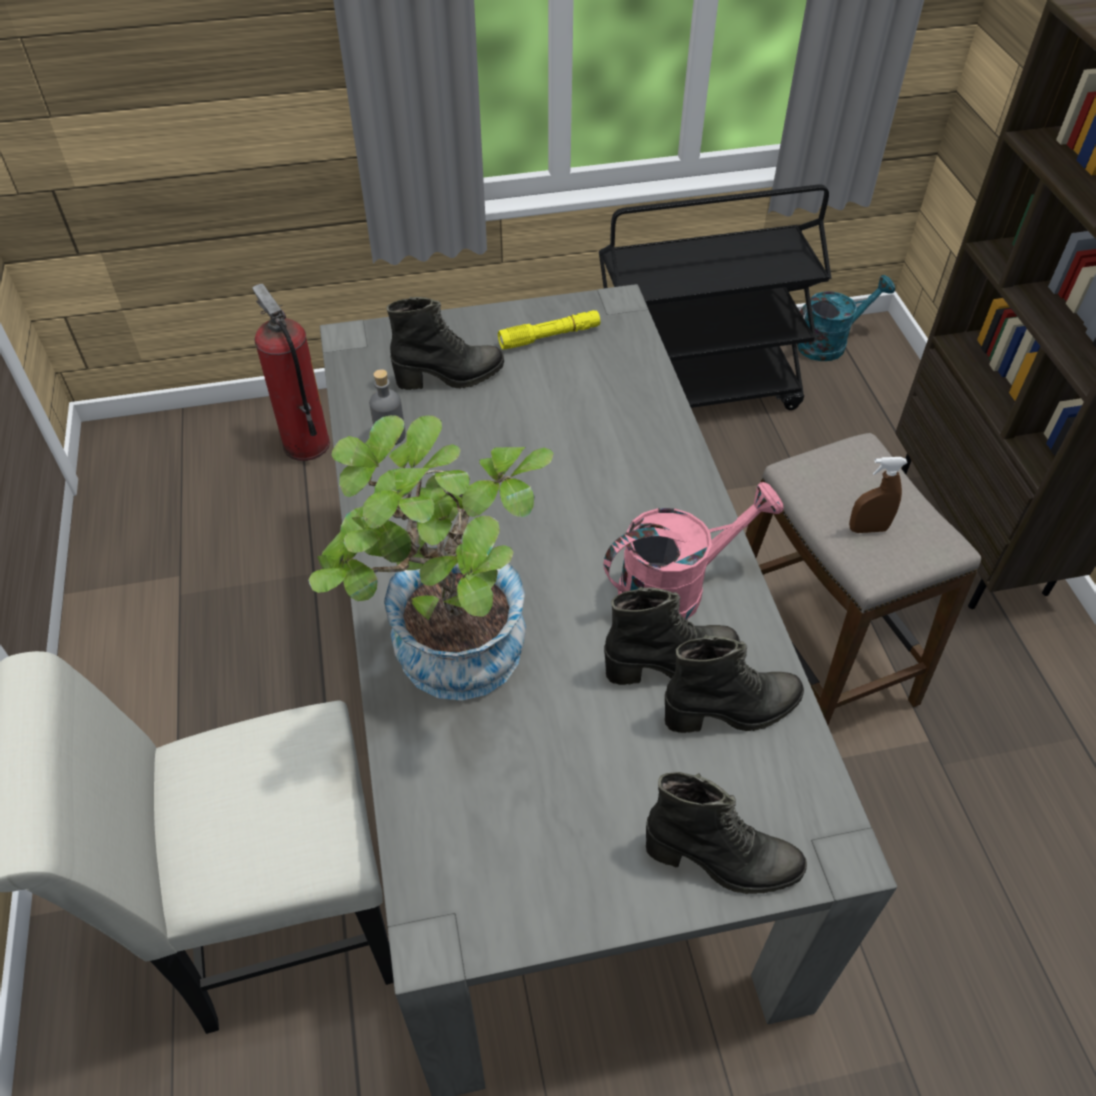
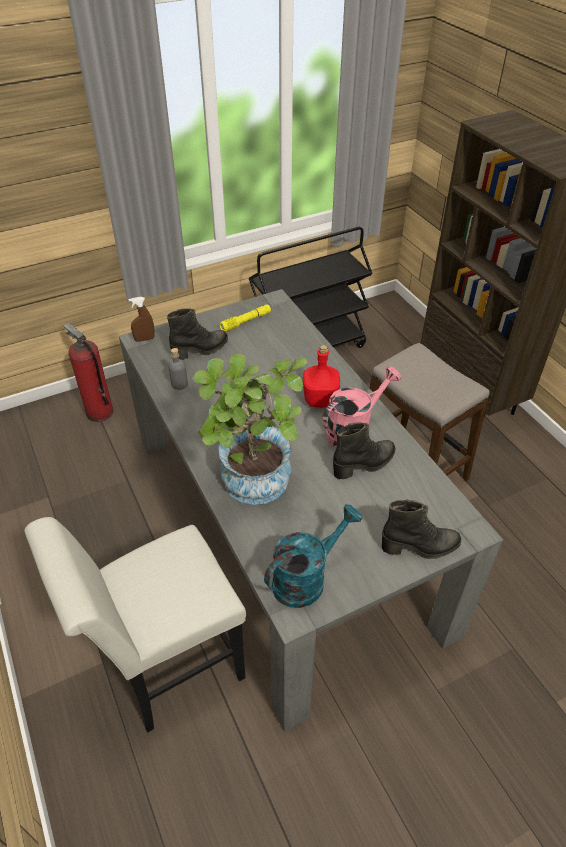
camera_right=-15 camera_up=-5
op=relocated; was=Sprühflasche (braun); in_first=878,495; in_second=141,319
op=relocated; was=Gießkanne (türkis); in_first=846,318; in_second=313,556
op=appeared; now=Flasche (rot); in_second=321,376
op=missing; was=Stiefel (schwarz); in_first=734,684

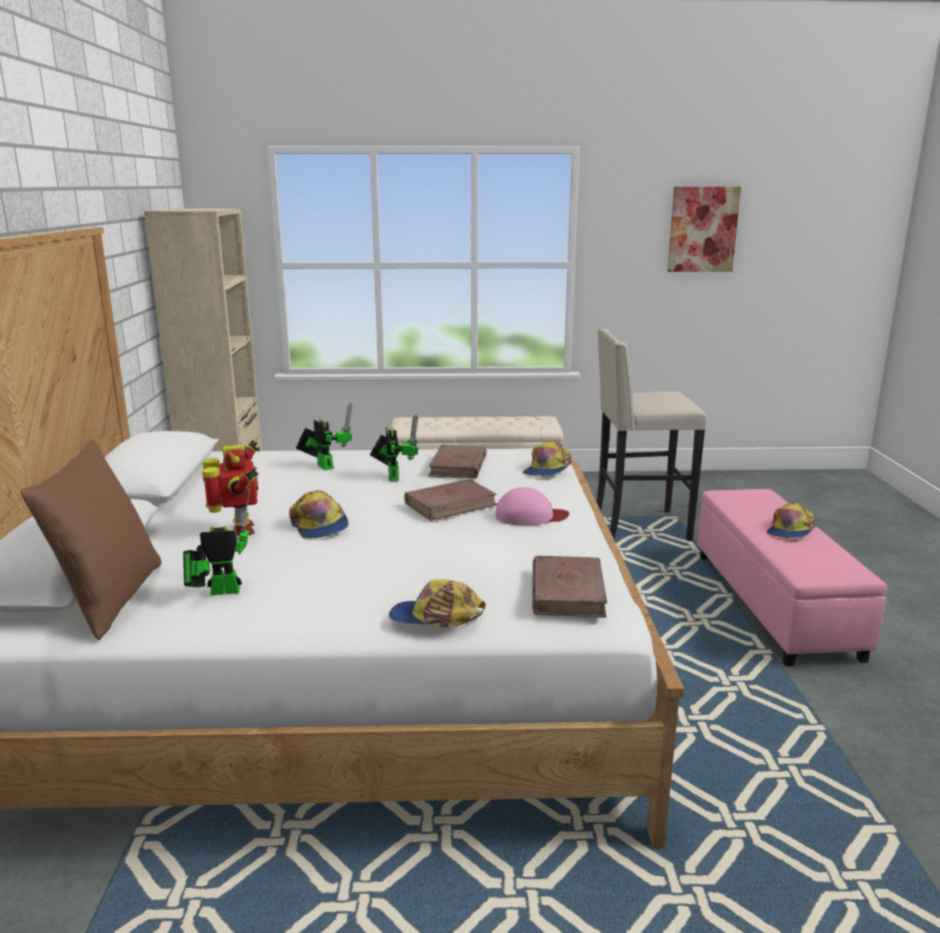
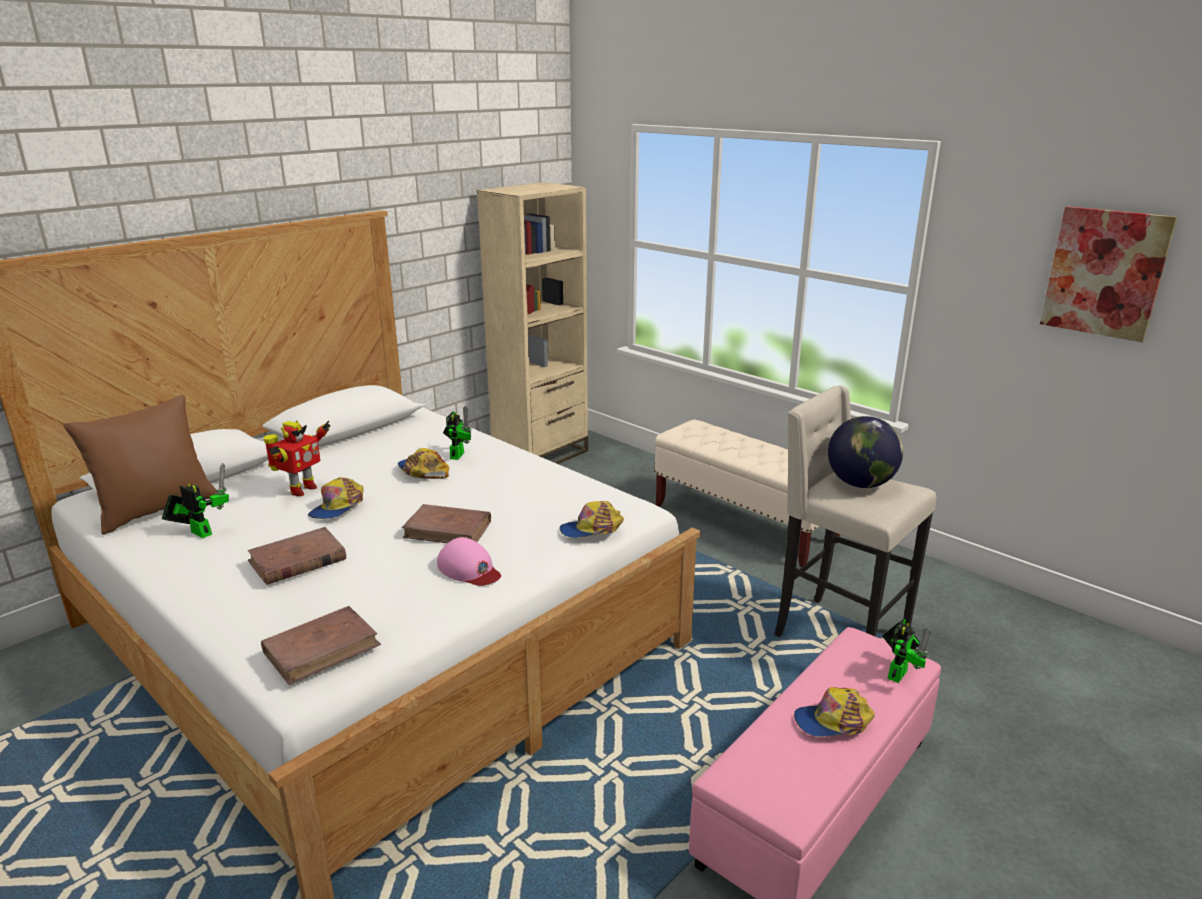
camera_right=45 camera_up=5
op=relocated; was=Buch (braun); in_first=457,462; in_second=297,556
op=relocated; was=Kappe; in_first=437,603; in_second=423,463
op=appeared; now=Globus; in_second=865,452
op=relocated; was=Spielzeugroboter; in_first=394,447; in_second=906,651

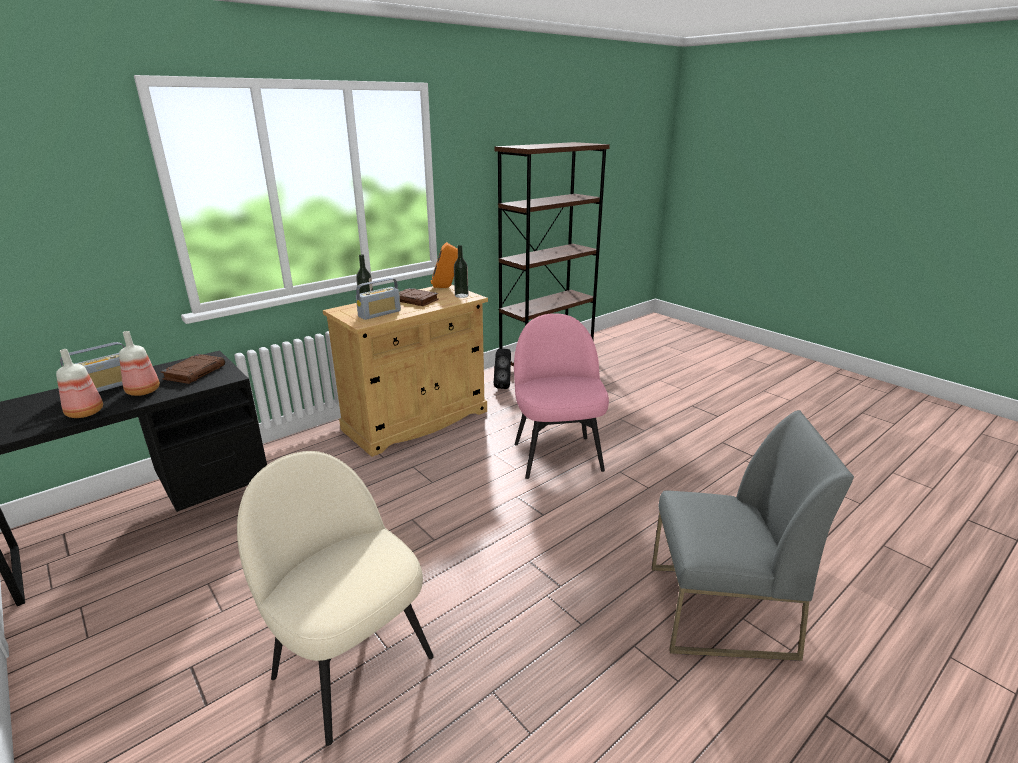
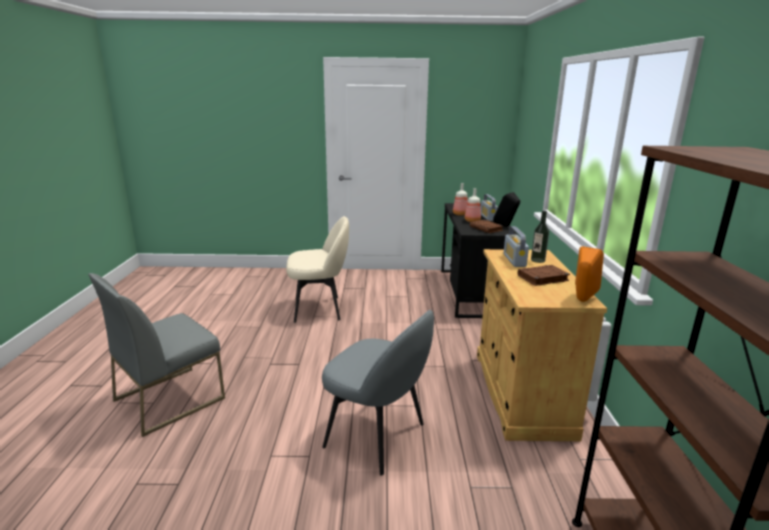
camera_right=130 camera_up=-5
op=colour; was=Stuhl (rosa); now=Stuhl (grau); in_first=561,396; in_second=378,392
op=relocated; was=Lautsprecher (schwarz); in_first=502,369; in_second=506,209
op=missing; was=Flasche; in_first=461,271

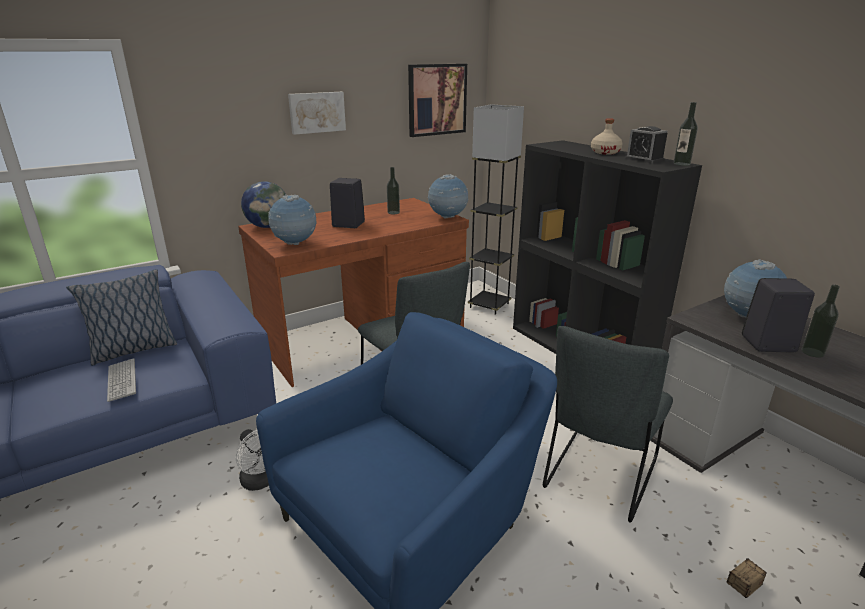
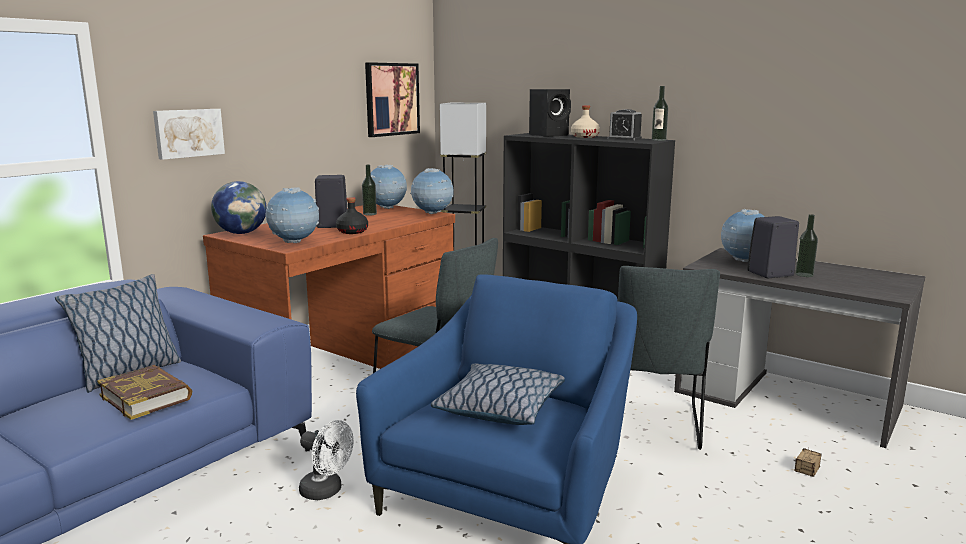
camera_right=-20 camera_up=-10
op=exchanged; was=Tastatur; now=Buch; in_first=121,380; in_second=144,392
op=relocated; was=Bild; in_first=317,113; in_second=189,134
op=appeared; now=Flasche (schwarz); in_second=352,215
op=appeared; now=Globus; in_second=389,187
op=appeared; now=Kissen; in_second=498,394
op=appeared; now=Lautsprecher (schwarz); in_second=550,113

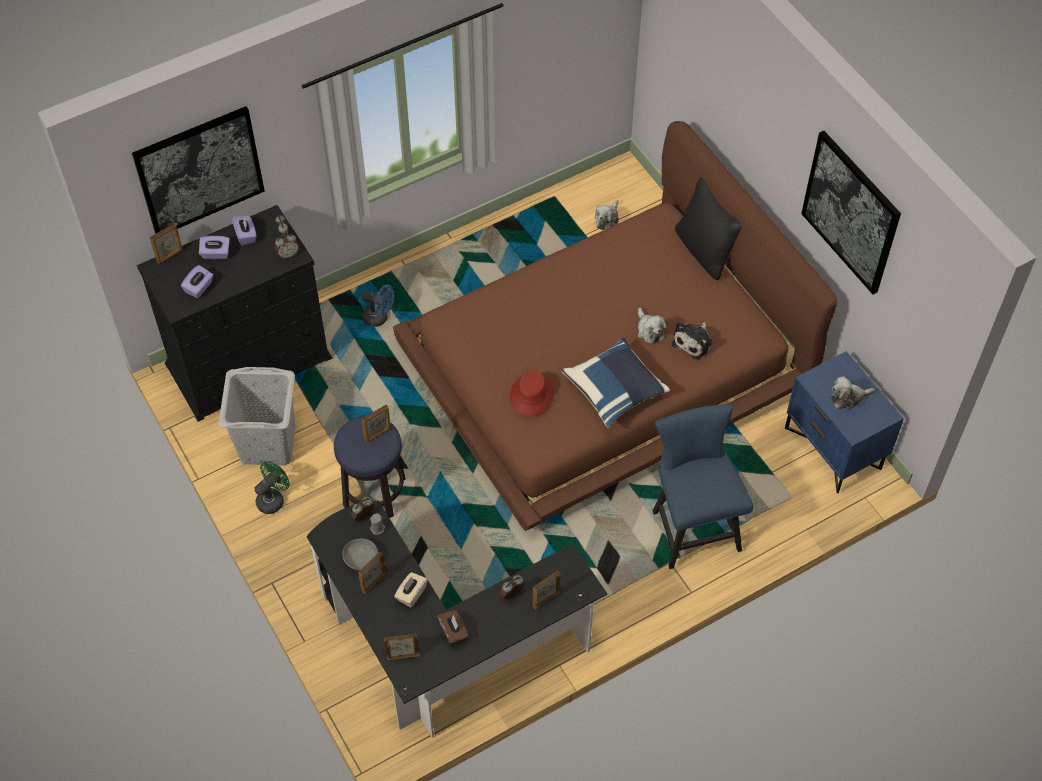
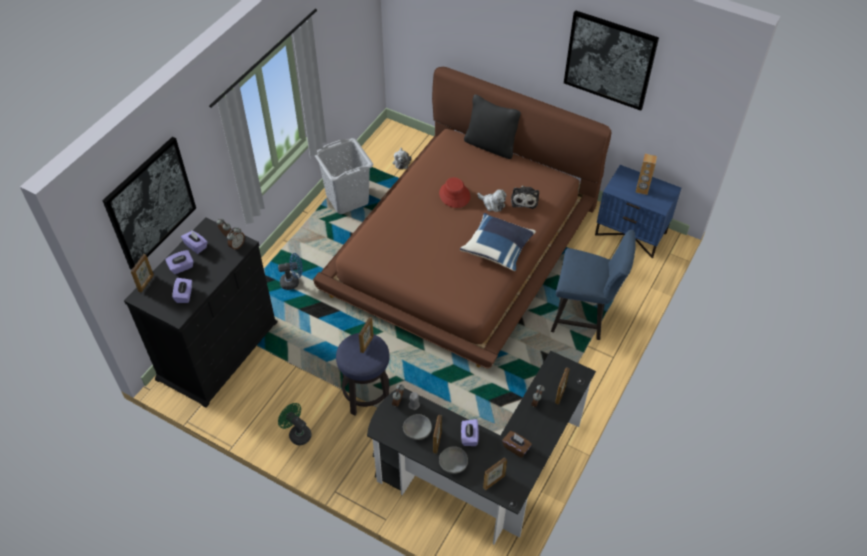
camera_right=-30 camera_up=-5
op=spun; was=Ventilator (grün); in_first=272,487; in_second=295,424; clockwise=-60
op=relocated; was=Wäschekorb (grau); in_first=257,416; in_second=343,176
op=relocated; was=Hut (rot); in_first=532,393; in_second=454,192
op=appeared; now=Schüssel (grau); in_second=453,460
op=colour; was=Taschentuchbox (beige); now=Taschentuchbox (lila); in_first=410,590; in_second=470,432
op=spun; was=Stuhl (blau); in_first=703,486; in_second=593,285; clockwise=150
op=exchanged; was=Plüschtier; now=Lautsprecher (braun); in_first=853,393; in_second=646,174

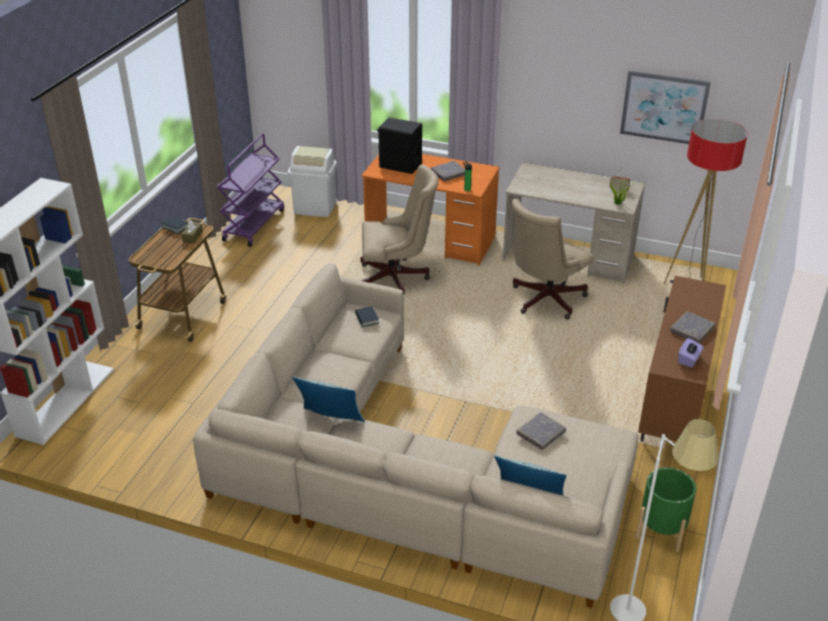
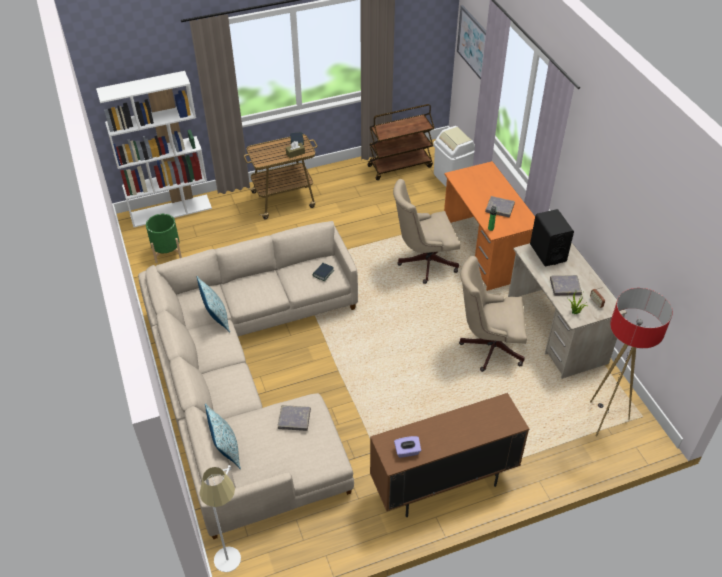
camera_right=50 camera_up=10
op=relocated; was=Pflanzkübel (grün); in_first=666,509; in_second=164,238
op=colour; was=Rollwagen (lila); now=Rollwagen (braun); in_first=250,190; in_second=401,142
op=spun; was=Bürostuhl (beige); in_first=399,230; in_second=426,231; clockwise=120
op=relocated; was=Bild; in_first=665,107; in_second=471,42
op=relocated; was=Lautsprecher (schwarz); in_first=399,145; in_second=552,237
op=relocated; was=Buch (grau); in_first=693,327; in_second=566,285

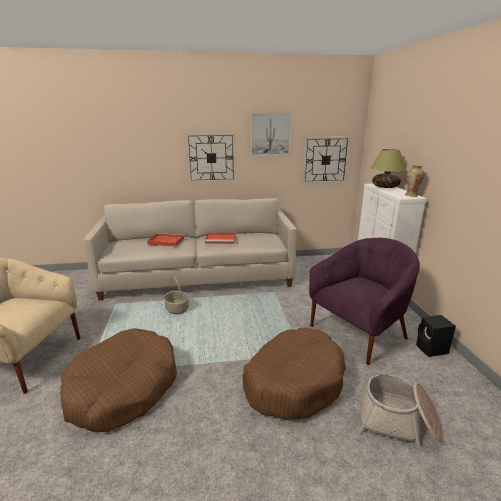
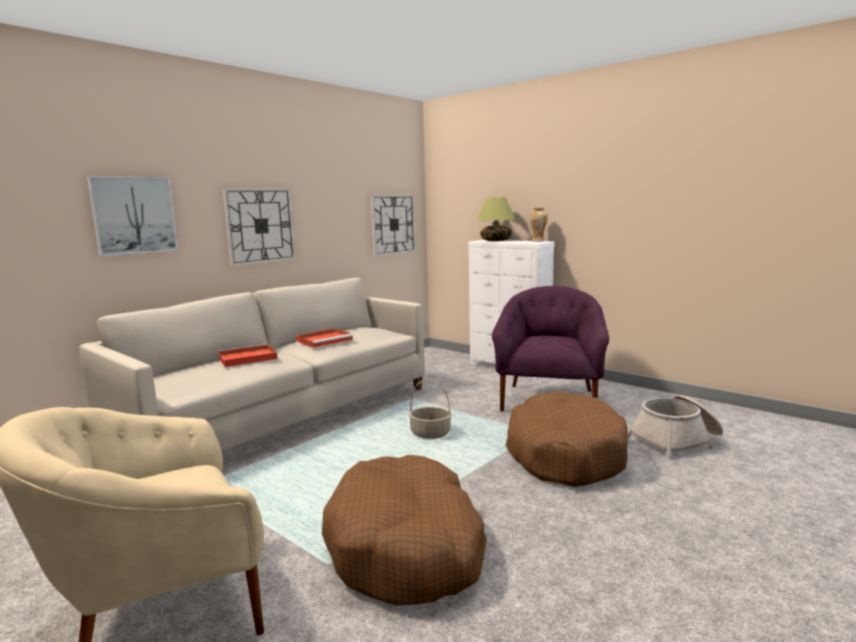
camera_right=-40 camera_up=-10
op=relocated; was=Bild; in_first=271,134; in_second=132,216
op=relocated; was=Korb; in_first=176,295; in_second=430,409
op=missing; was=Lautsprecher (schwarz); in_first=436,336

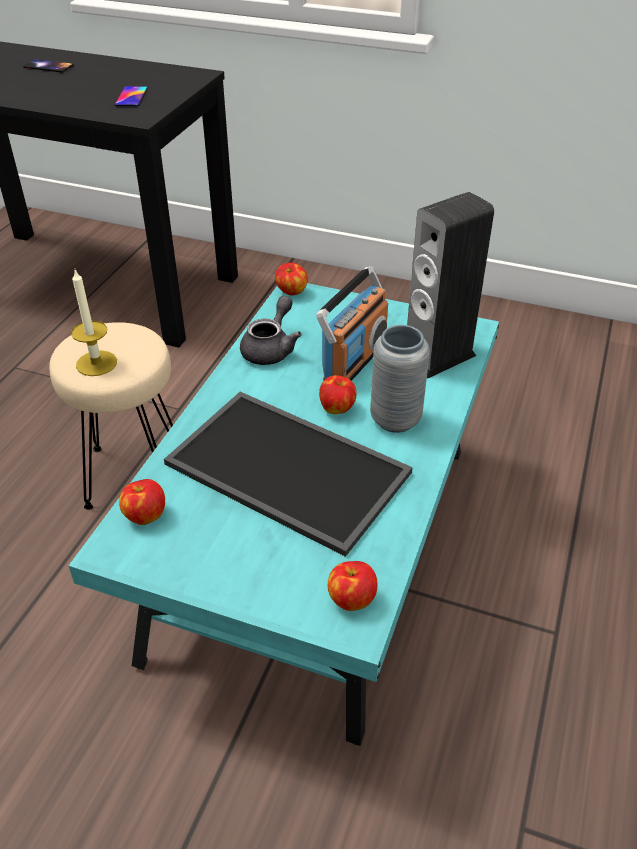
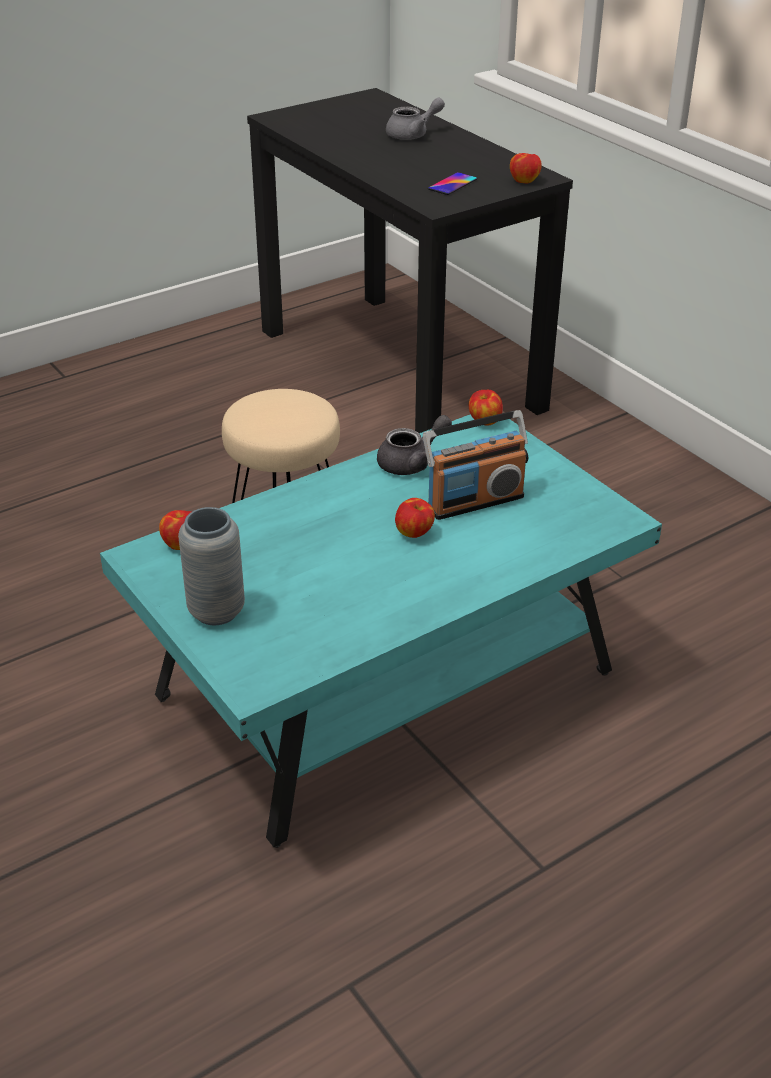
camera_right=35 camera_up=-5
op=relocated; was=Vase (grau); in_first=400,379; in_second=211,566
op=exchanged; was=Handy; now=Teekanne (grau); in_first=48,66; in_second=415,118
op=relocated; was=Apfel; in_first=353,586; in_second=526,168
op=missing; was=Kerze; in_first=94,323
op=missing; was=Tablett; in_first=288,474
op=missing; was=Lautsprecher; in_first=450,285

